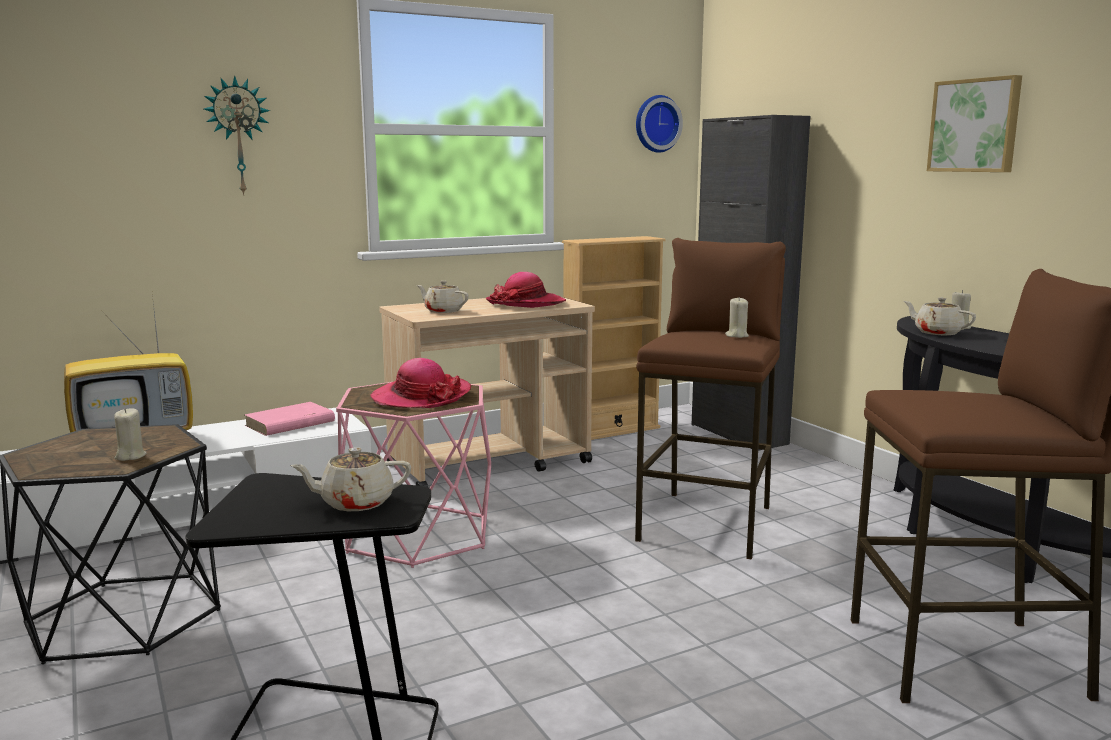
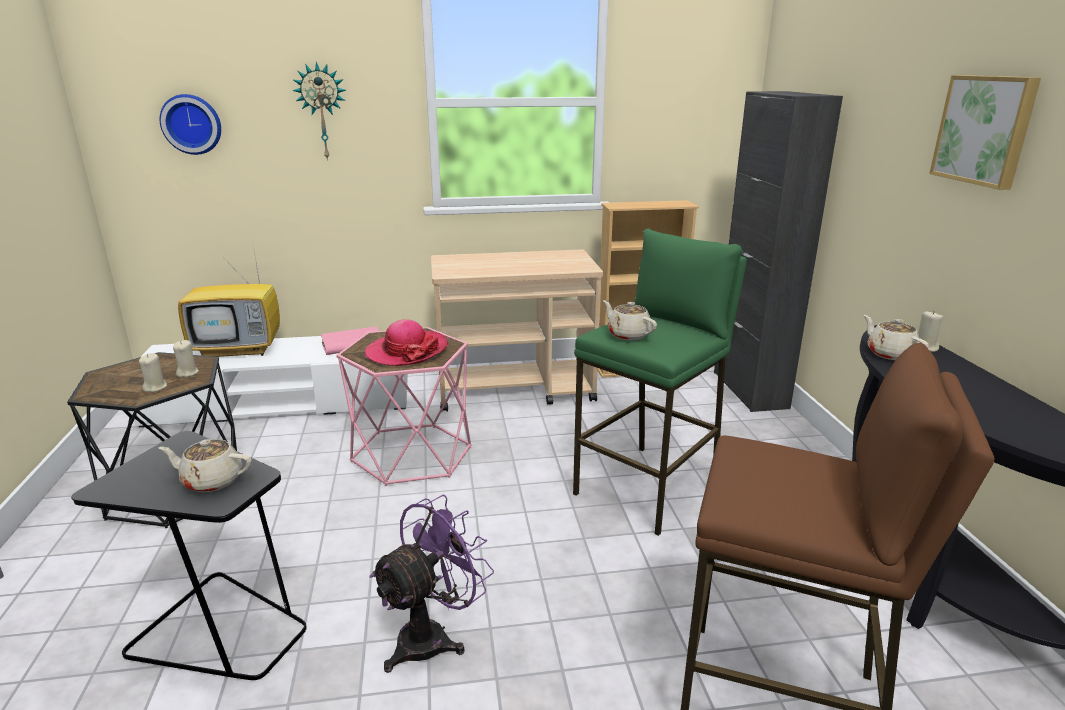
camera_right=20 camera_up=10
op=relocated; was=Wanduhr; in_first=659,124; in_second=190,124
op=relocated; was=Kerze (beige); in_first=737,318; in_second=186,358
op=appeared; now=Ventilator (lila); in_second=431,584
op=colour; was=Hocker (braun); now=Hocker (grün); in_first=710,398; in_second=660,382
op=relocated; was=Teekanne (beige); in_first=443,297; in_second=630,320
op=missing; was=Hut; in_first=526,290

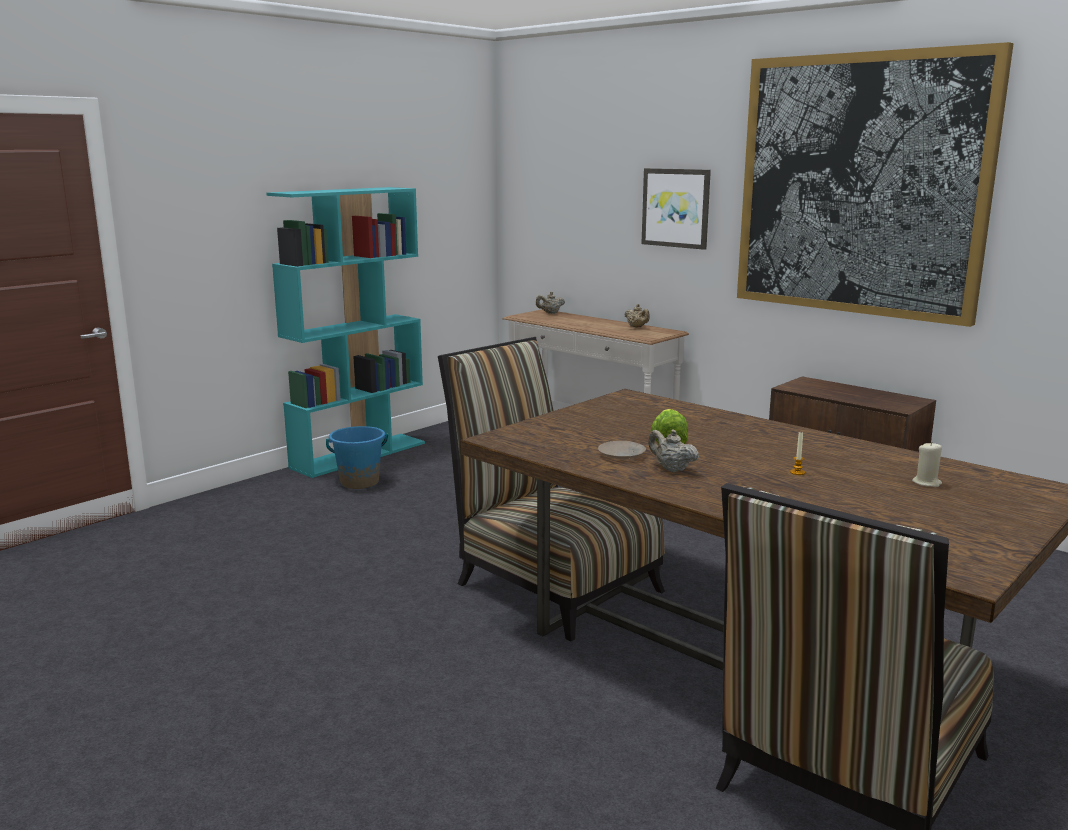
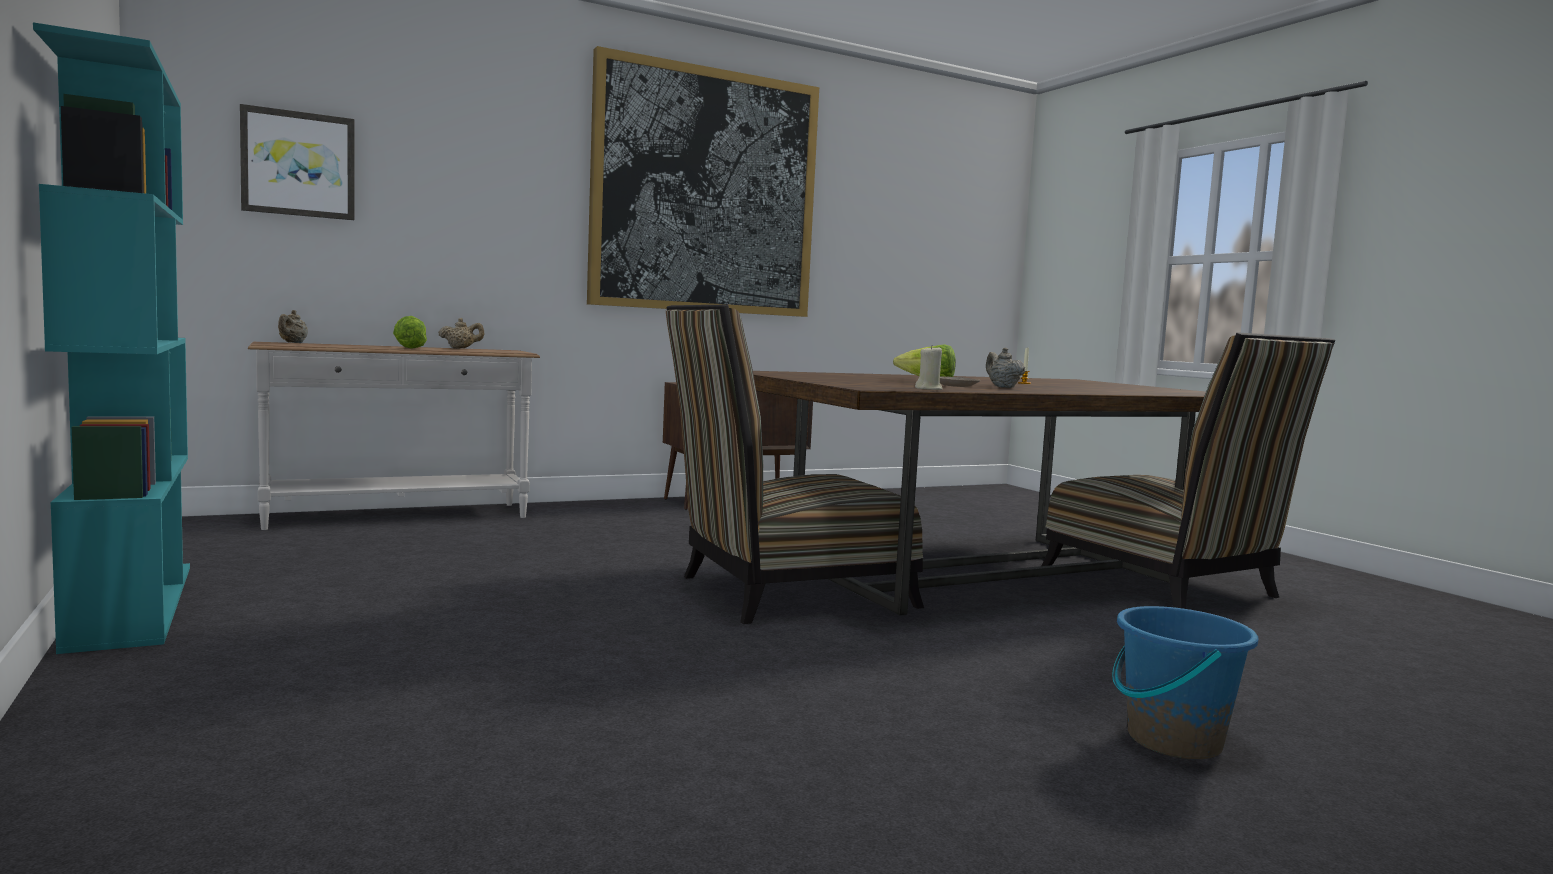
camera_right=-70 camera_up=-10
op=relocated; was=Bild; in_first=676,209; in_second=297,162
op=appeared; now=Salatkopf; in_second=410,332
op=relocated; was=Kerze (beige); in_first=927,464; in_second=928,367
op=spun; was=Teekanne (beige); in_first=673,450; in_second=1005,368; clockwise=90
op=relocated; was=Eimer (blau); in_first=357,457; in_second=1185,682

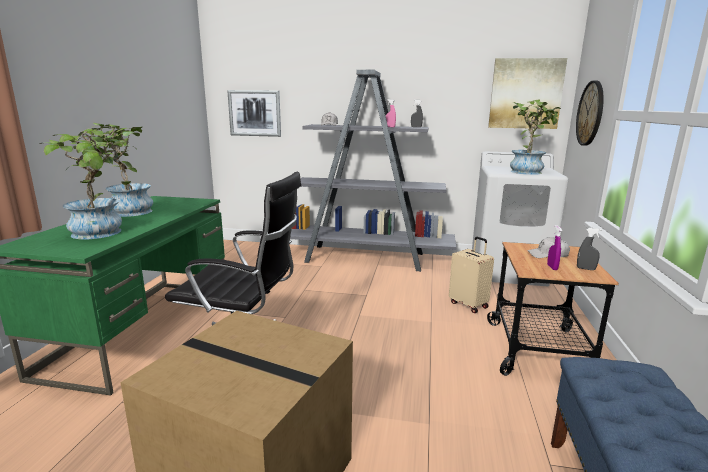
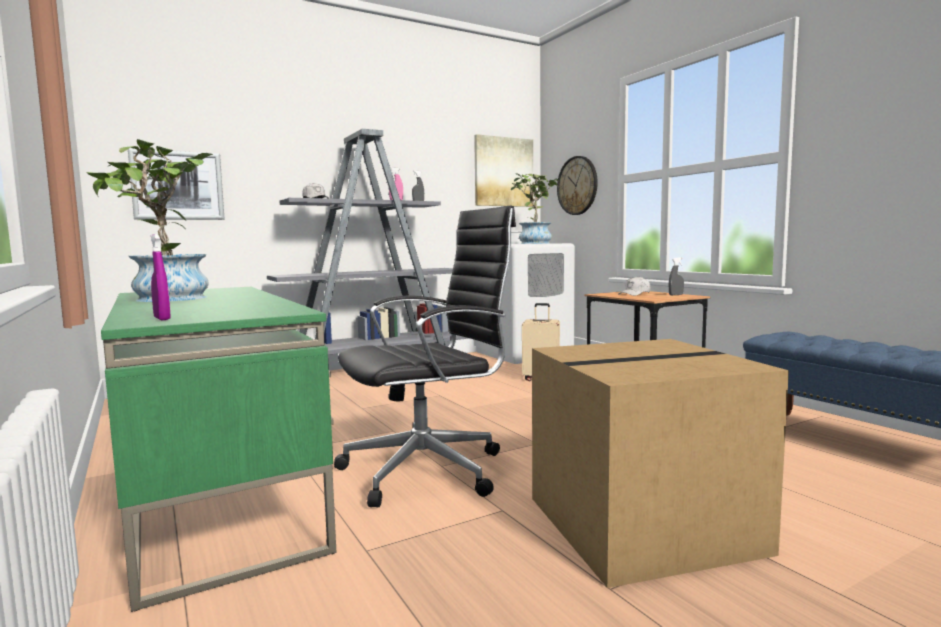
camera_right=-40 camera_up=-10
op=relocated; was=Sprühflasche (lila); in_first=554,247; in_second=161,277
op=missing; was=Topfpflanze; in_first=87,182

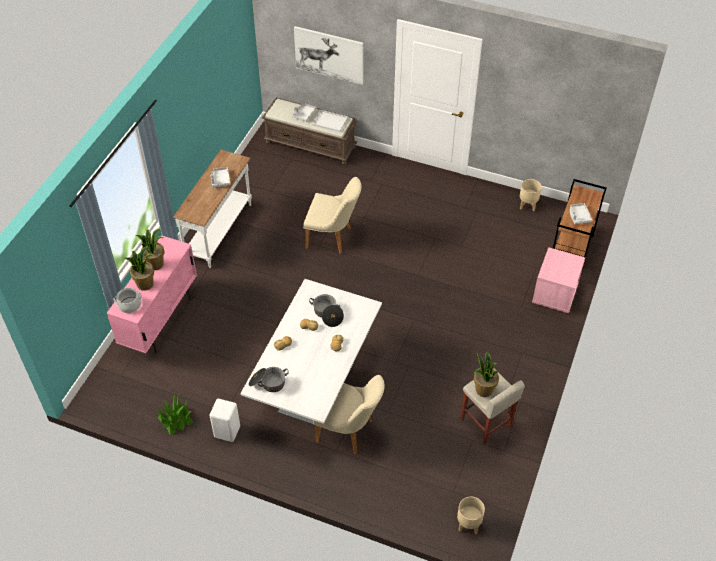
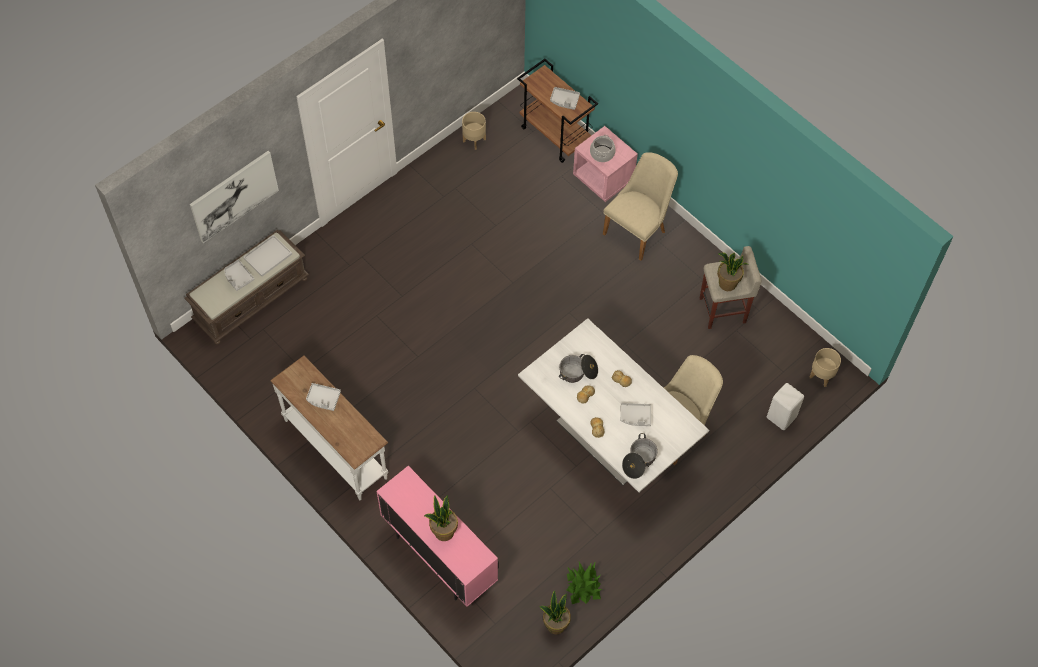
camera_right=-65 camera_up=10
op=relocated; was=Topfpflanze; in_first=149,249; in_second=555,612
op=relocated; was=Kochtopf; in_first=128,300; in_second=603,148
op=relocated; was=Stuhl (beige); in_first=332,215; in_second=640,206
op=appeared; now=Tablett (grau); in_second=635,414
op=relocated; was=Hocker (weiß); in_first=225,420; in_second=785,406

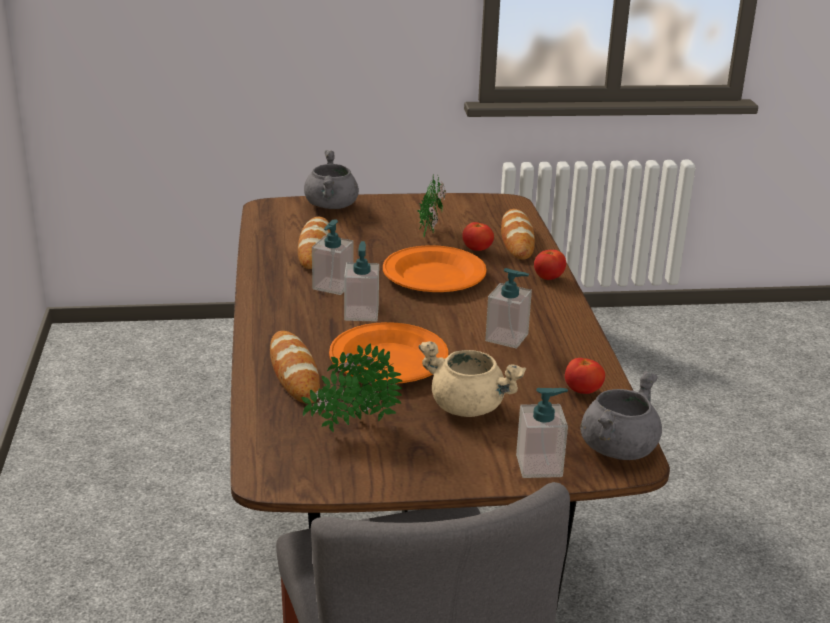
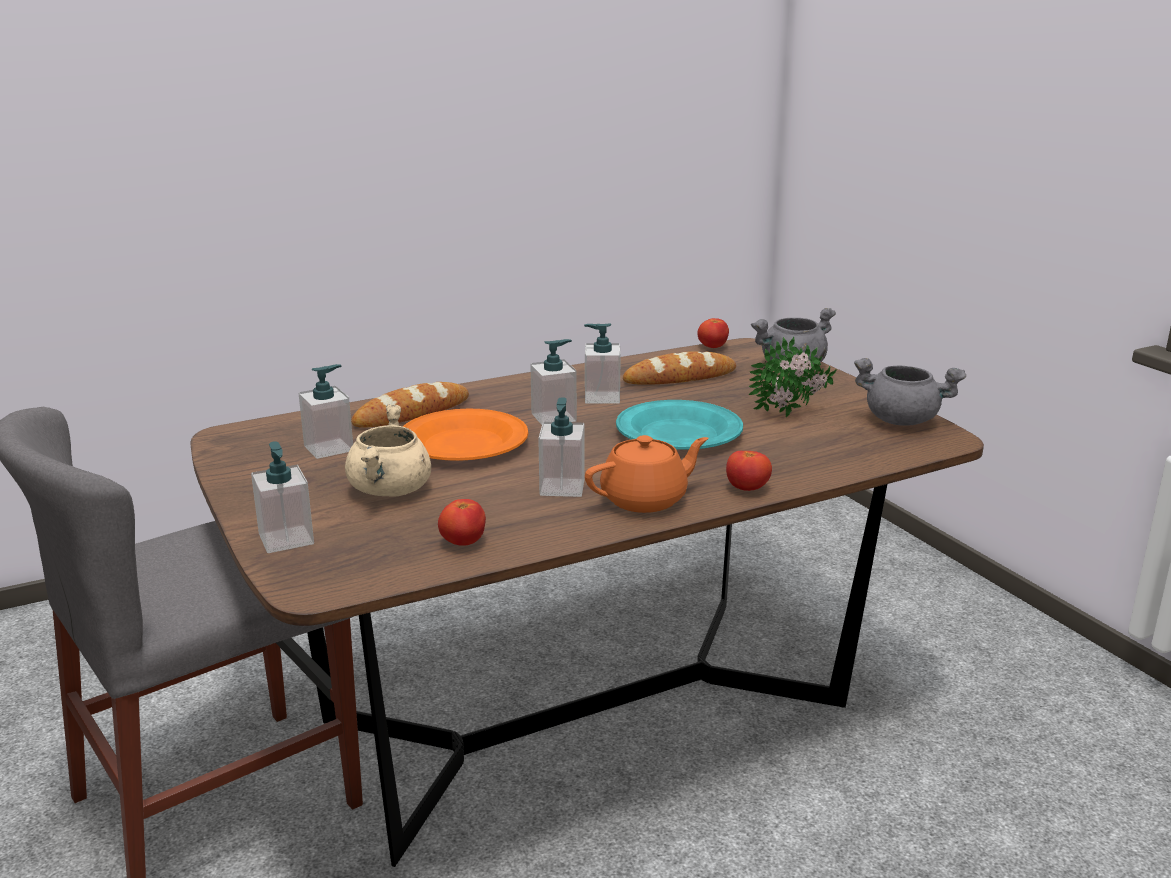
camera_right=70 camera_up=-5
op=exchanged; was=Topfpflanze; now=Seifenspender; in_first=351,387; in_second=326,411
op=appeared; now=Teekanne (orange); in_second=647,474
op=colour; was=Teller (orange); now=Teller (türkis); in_first=435,268; in_second=679,425
op=relocated; was=Tomate; in_first=478,236; in_second=713,333
op=relocated; was=Kochtopf (grau); in_first=621,415; in_second=910,392
op=missing; was=Brot; in_first=518,234

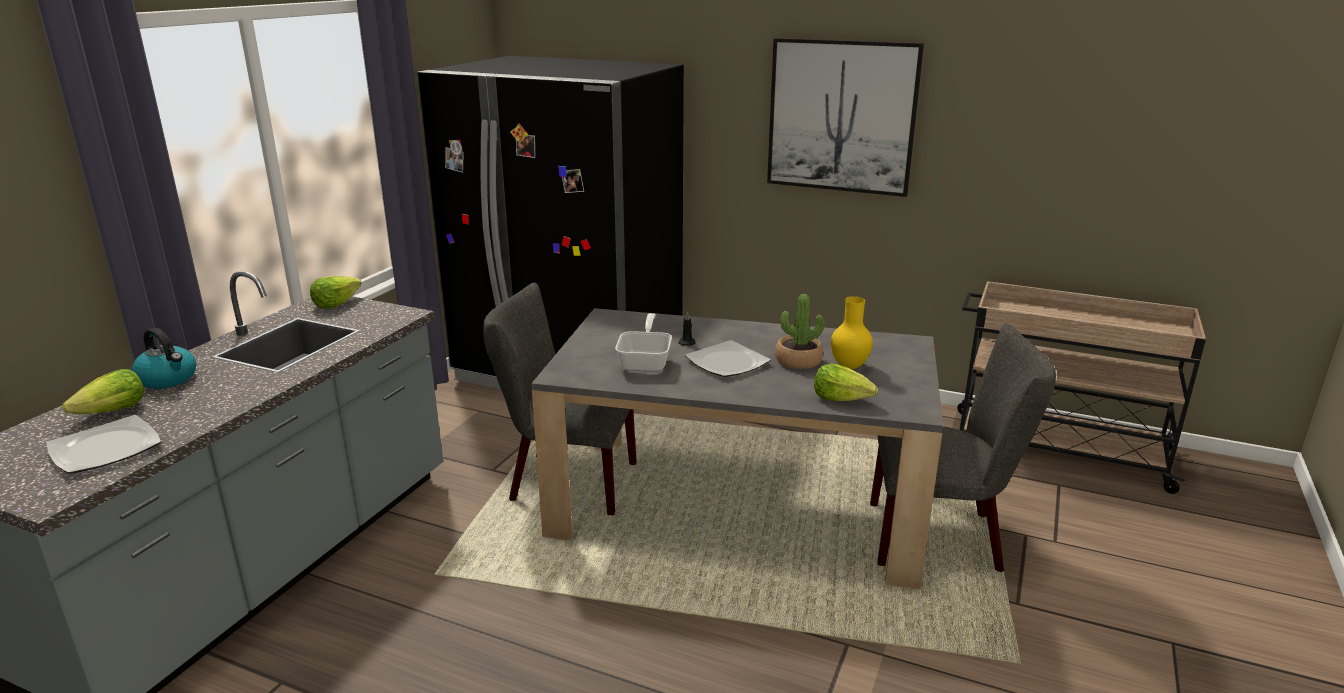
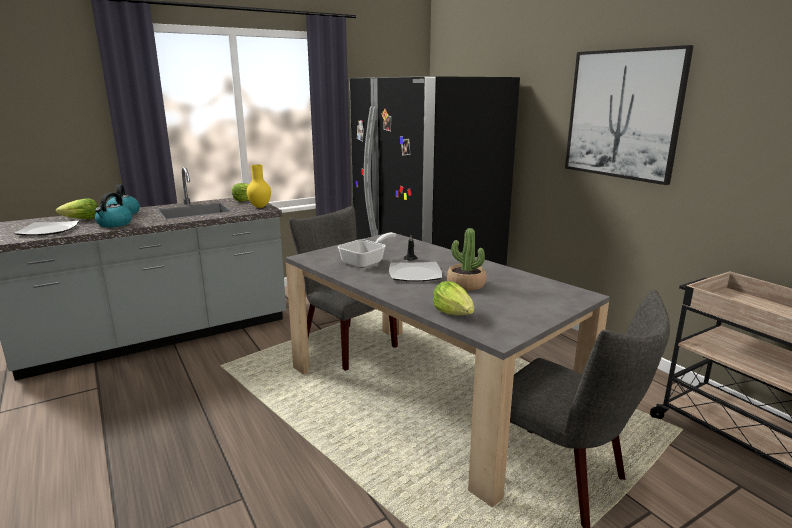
camera_right=35 camera_up=-5
op=appeared; now=Wasserkessel; in_second=113,210
op=relocated; was=Vase (gelb); in_first=852,332; in_second=259,186

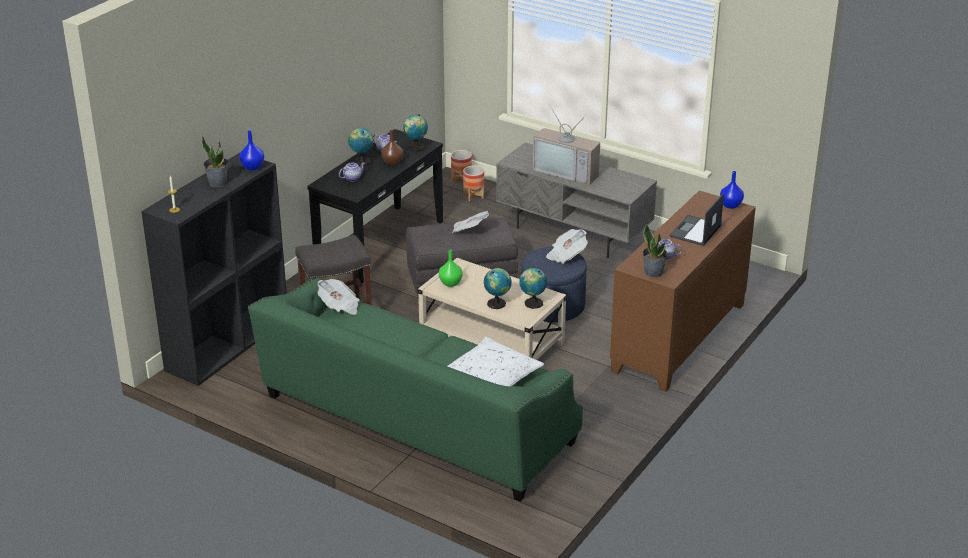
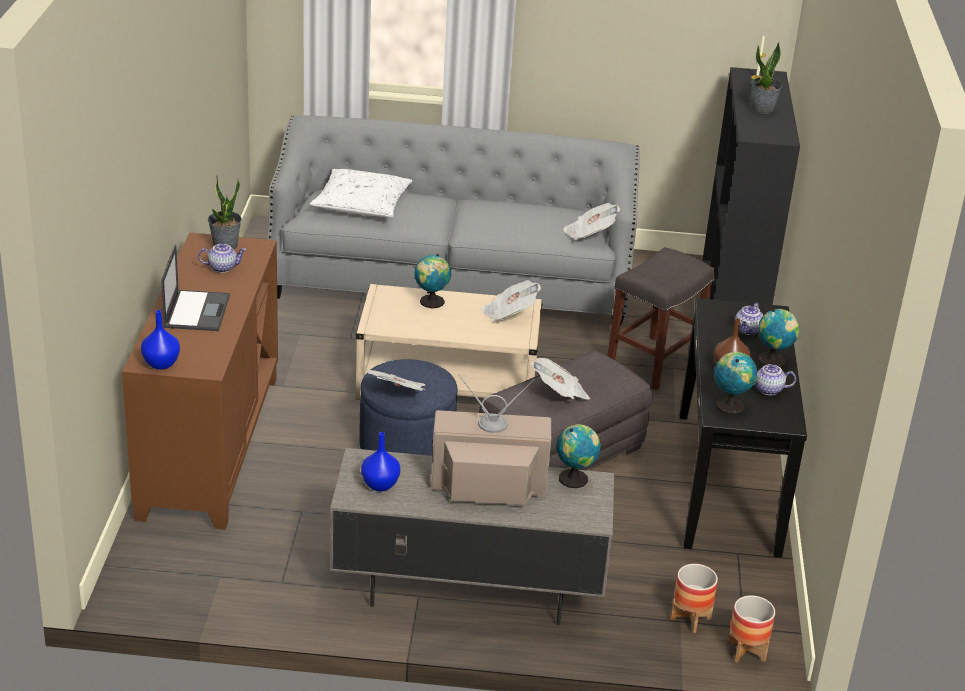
camera_right=150 camera_up=0
op=colour; was=Sofa (grün); now=Sofa (grau); in_first=415,390; in_second=453,220
op=relocated; was=Vase (blau); in_first=251,151; in_second=380,462
op=exchanged; was=Vase (grün); now=Zeitung; in_first=451,268; in_second=511,301
op=relocated; was=Globus; in_first=533,288; in_second=578,456

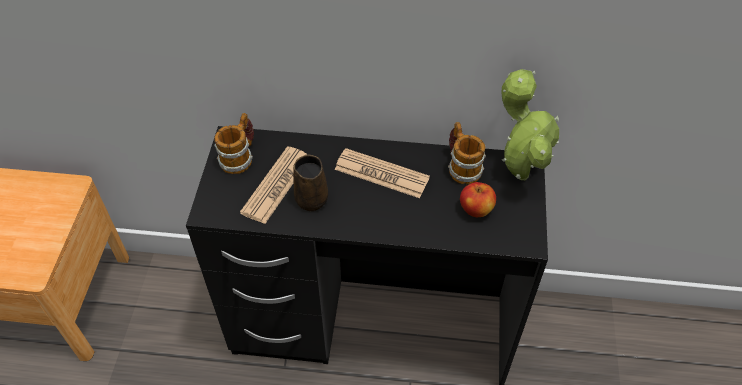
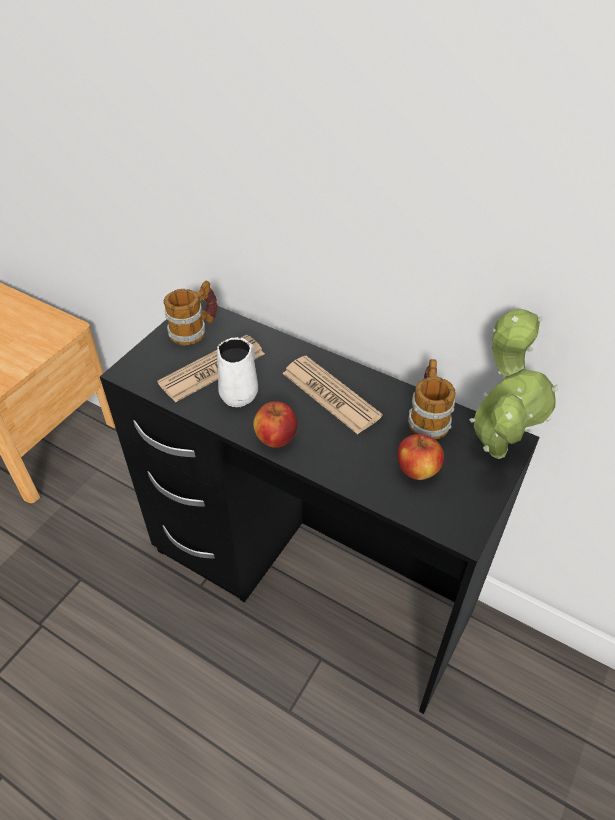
camera_right=25 camera_up=-5
op=colour; was=Henkelbecher (braun); now=Henkelbecher (weiß); in_first=310,182; in_second=237,372
op=appeared; now=Apfel; in_second=275,424

